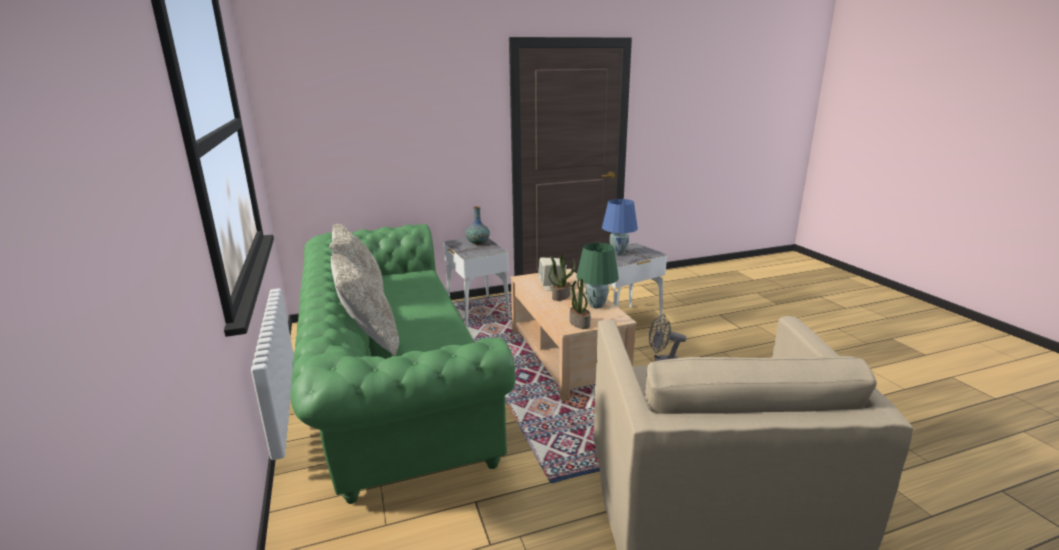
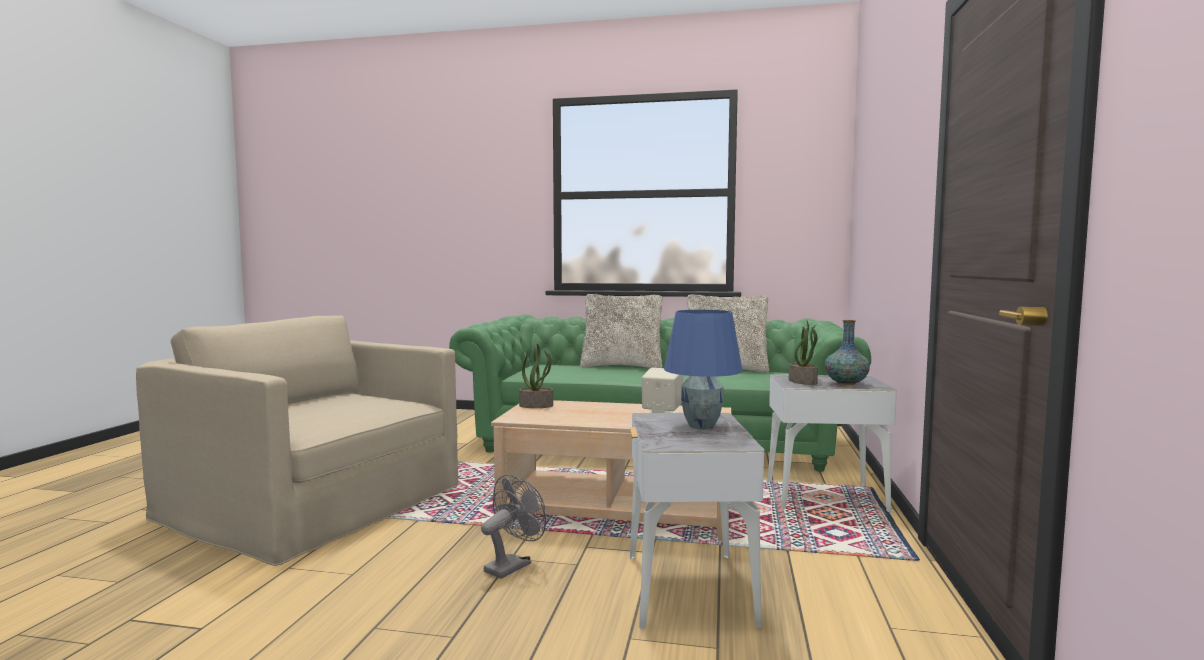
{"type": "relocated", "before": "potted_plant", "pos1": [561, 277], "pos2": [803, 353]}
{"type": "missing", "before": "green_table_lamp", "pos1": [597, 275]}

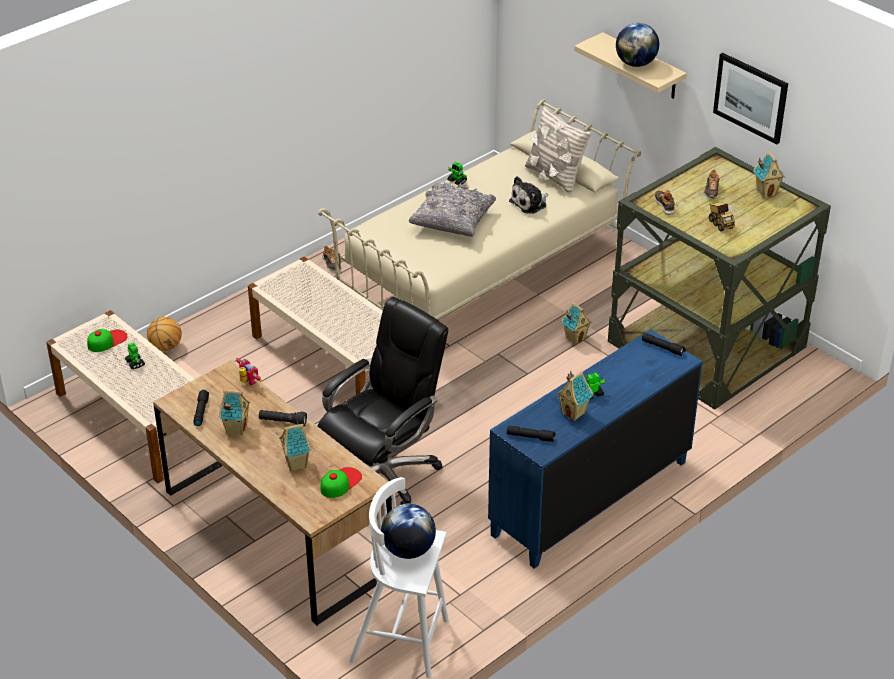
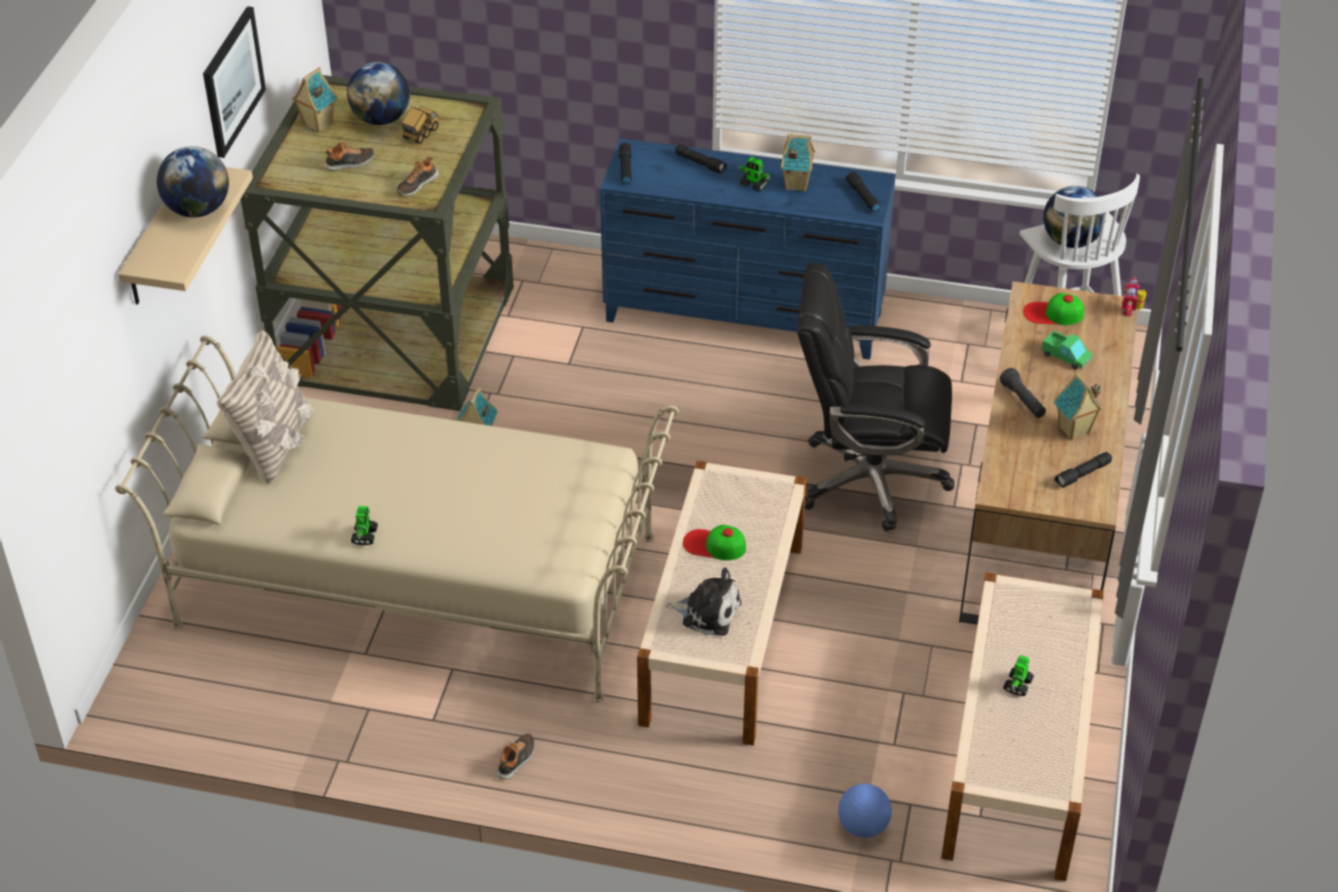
{"type": "appeared", "after": "globe", "pos2": [378, 93]}
{"type": "relocated", "before": "plush_toy", "pos1": [528, 195], "pos2": [703, 601]}
{"type": "appeared", "after": "black_flashlight", "pos2": [701, 159]}
{"type": "relocated", "before": "cap", "pos1": [107, 340], "pos2": [714, 542]}
{"type": "exchanged", "before": "basketball", "after": "football", "pos1": [164, 334], "pos2": [865, 811]}
{"type": "exchanged", "before": "toy_house", "after": "toy_truck", "pos1": [295, 446], "pos2": [1067, 350]}
{"type": "relocated", "before": "toy_robot", "pos1": [248, 371], "pos2": [1134, 297]}
{"type": "missing", "before": "grey_pillow", "pos1": [452, 209]}

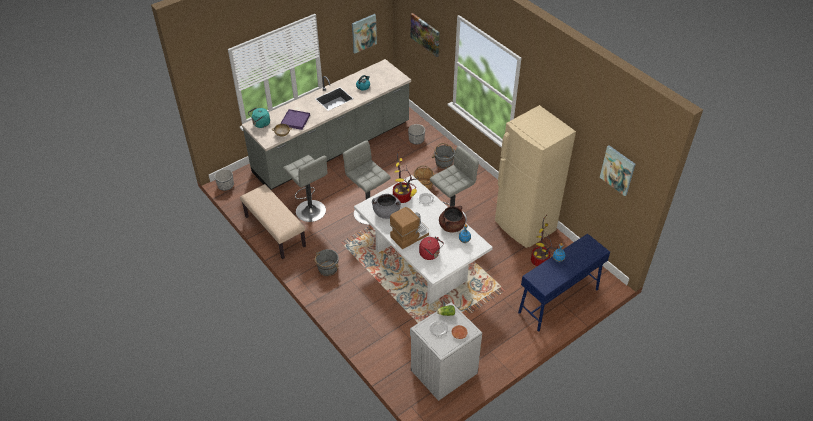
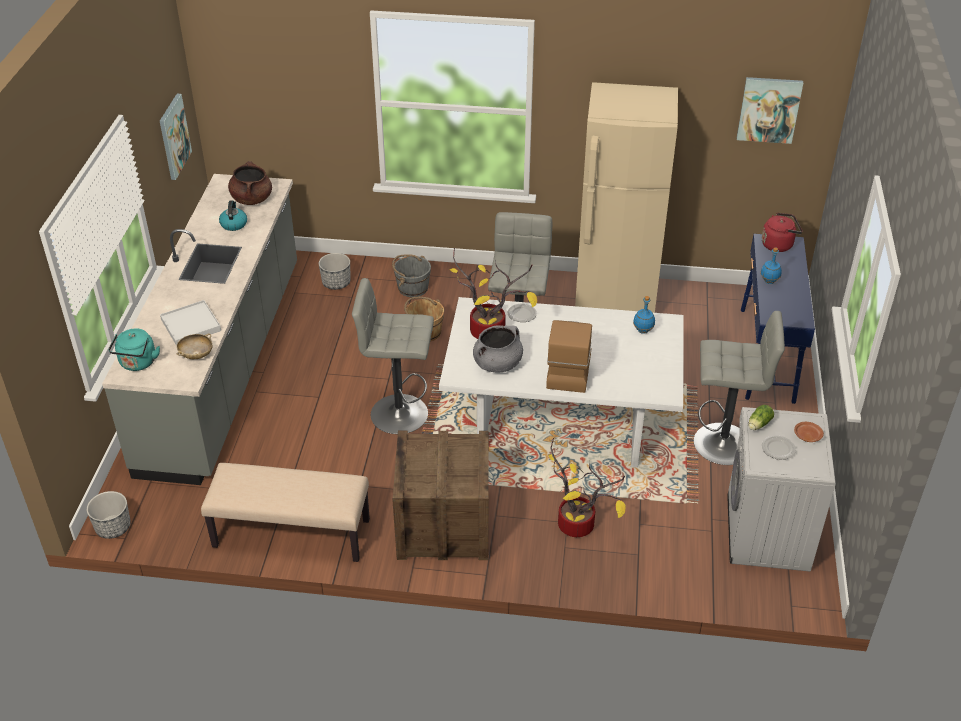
{"type": "colour", "before": "purple_tray", "after": "white_tray", "pos1": [295, 119], "pos2": [190, 323]}
{"type": "relocated", "before": "brown_cooking_pot", "pos1": [452, 219], "pos2": [250, 183]}
{"type": "exchanged", "before": "grey_bucket", "after": "crate", "pos1": [327, 262], "pos2": [441, 495]}
{"type": "relocated", "before": "potted_plant", "pos1": [544, 240], "pos2": [587, 487]}
{"type": "relocated", "before": "grey_stool", "pos1": [305, 188], "pos2": [739, 388]}
{"type": "relocated", "before": "red_kettle", "pos1": [431, 248], "pos2": [782, 232]}
{"type": "missing", "before": "picture", "pos1": [425, 35]}

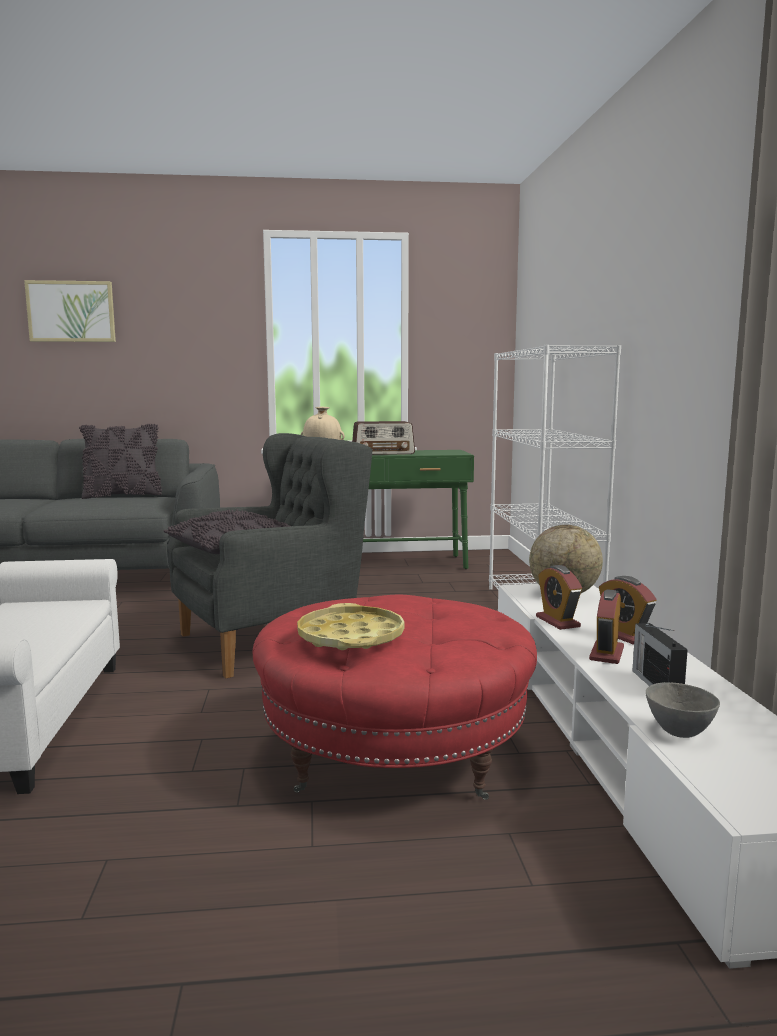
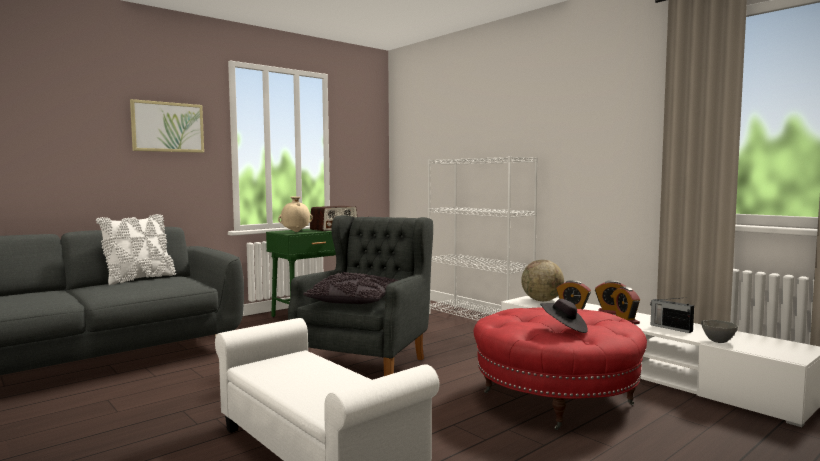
{"type": "colour", "before": "black_pillow", "after": "white_pillow", "pos1": [120, 461], "pos2": [136, 249]}
{"type": "relocated", "before": "picture", "pos1": [70, 311], "pos2": [167, 126]}
{"type": "exchanged", "before": "yellow_tray", "after": "black_hat", "pos1": [350, 626], "pos2": [564, 316]}

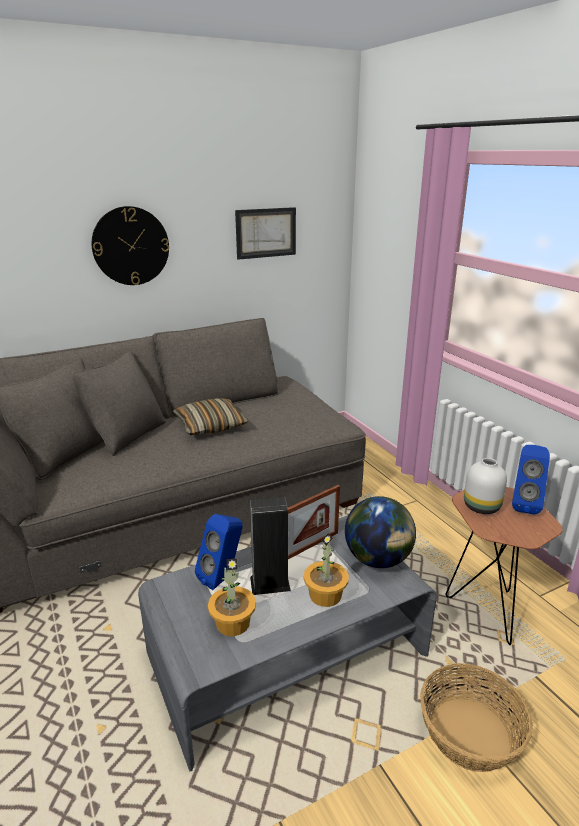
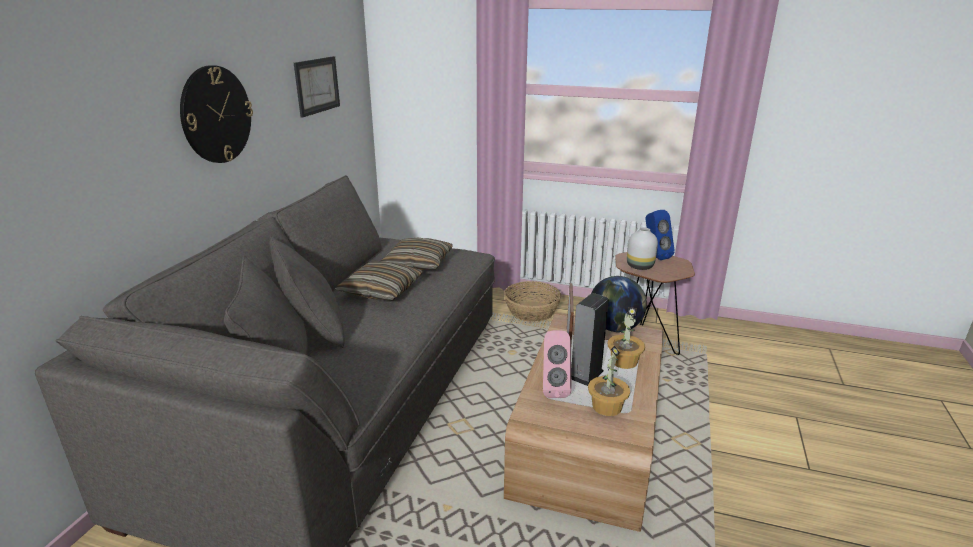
{"type": "appeared", "after": "pillow", "pos2": [416, 254]}
{"type": "relocated", "before": "basket", "pos1": [476, 717], "pos2": [532, 301]}
{"type": "colour", "before": "grey_coffee_table", "after": "brown_coffee_table", "pos1": [287, 643], "pos2": [584, 422]}
{"type": "colour", "before": "blue_speaker", "after": "pink_speaker", "pos1": [219, 552], "pos2": [557, 364]}

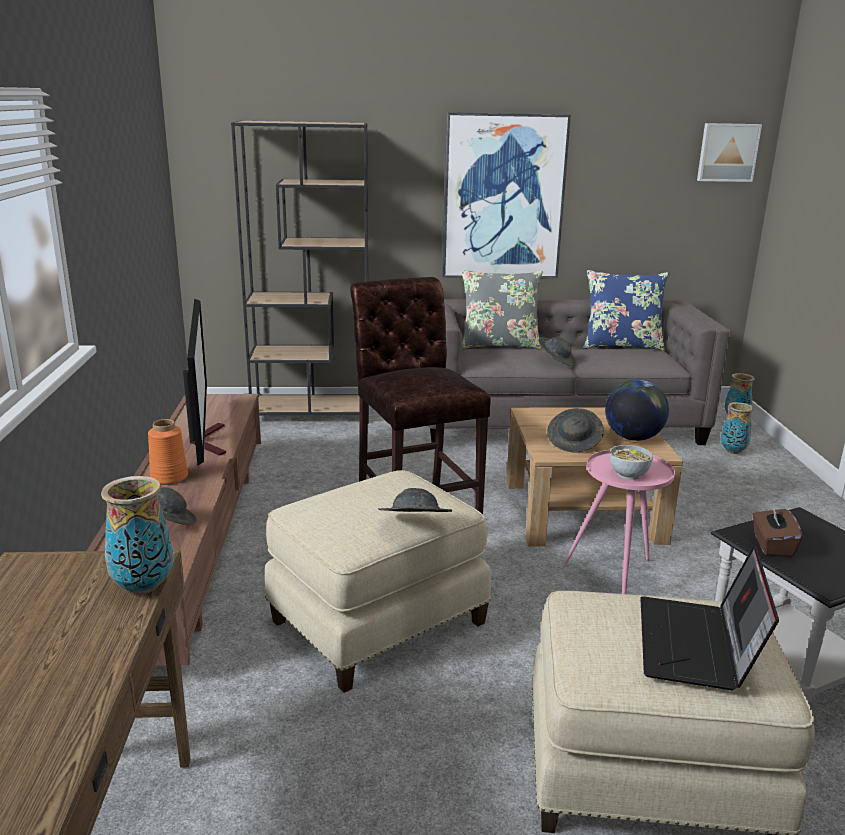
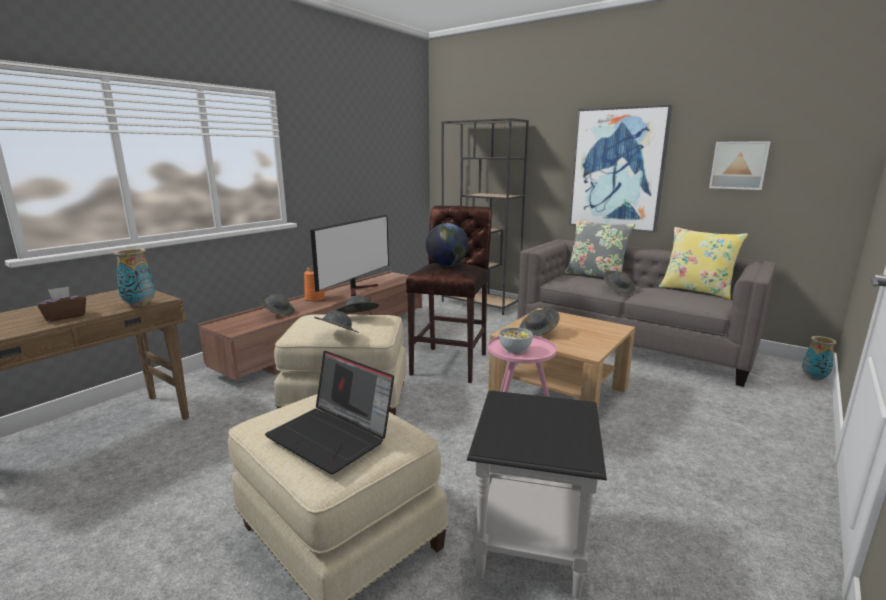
{"type": "relocated", "before": "brown_tissue_box", "pos1": [777, 531], "pos2": [61, 304]}
{"type": "spun", "before": "laptop", "pos1": [709, 617], "pos2": [329, 412], "turn": -105}
{"type": "appeared", "after": "grey_hat", "pos2": [357, 304]}
{"type": "relocated", "before": "globe", "pos1": [637, 410], "pos2": [447, 244]}
{"type": "colour", "before": "blue_pillow", "after": "yellow_pillow", "pos1": [626, 310], "pos2": [703, 263]}
{"type": "relocated", "before": "picture", "pos1": [729, 152], "pos2": [740, 165]}
{"type": "missing", "before": "vase", "pos1": [737, 428]}

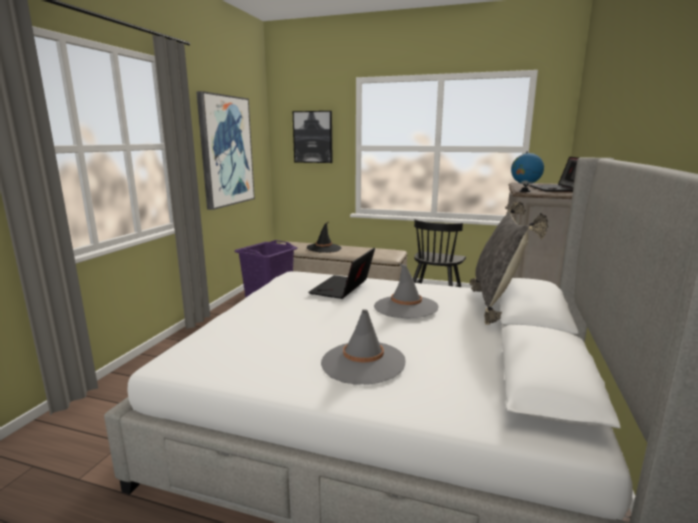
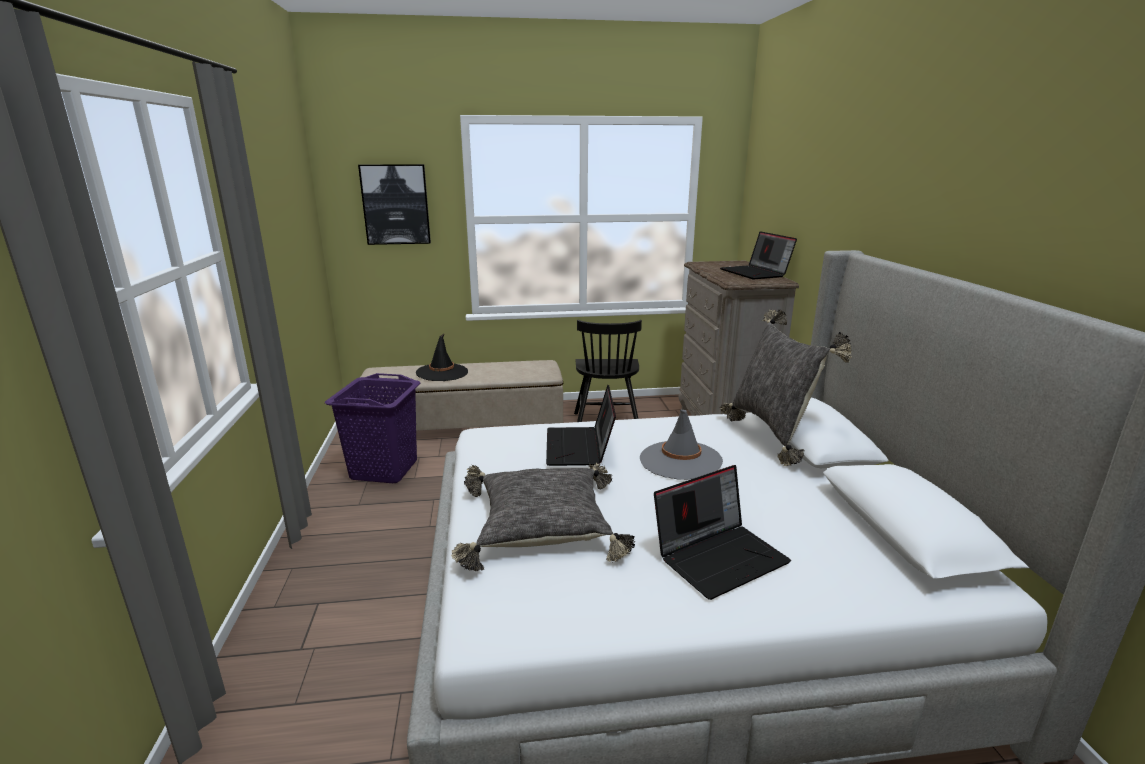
{"type": "appeared", "after": "pillow", "pos2": [543, 517]}
{"type": "exchanged", "before": "grey_hat", "after": "laptop", "pos1": [363, 346], "pos2": [722, 532]}
{"type": "missing", "before": "picture", "pos1": [225, 150]}
{"type": "missing", "before": "globe", "pos1": [527, 171]}

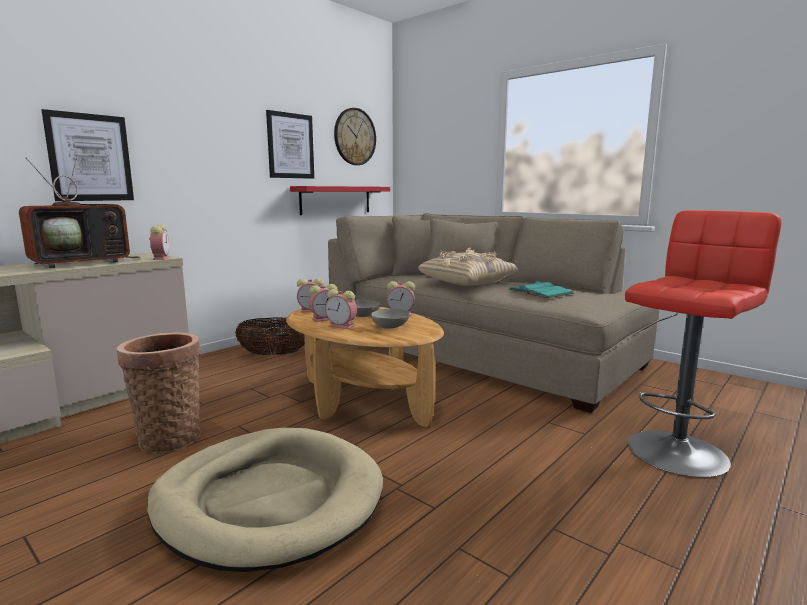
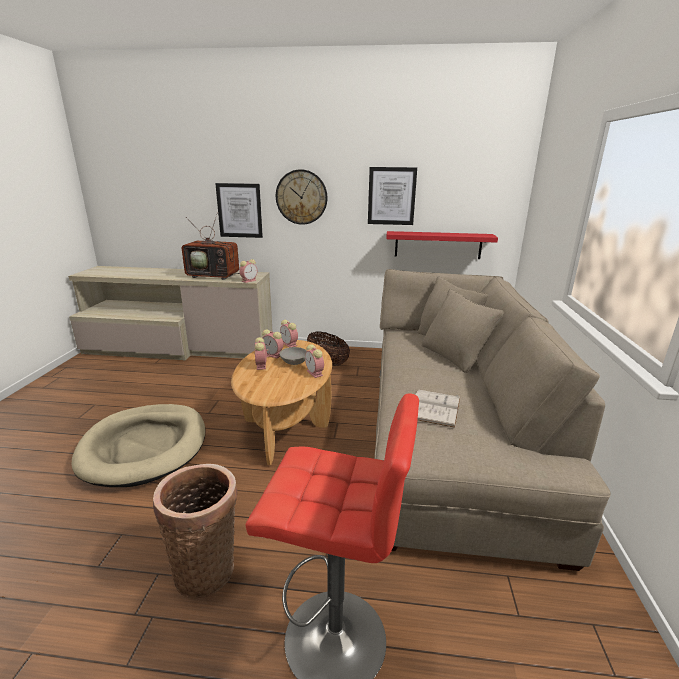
{"type": "relocated", "before": "basket", "pos1": [159, 393], "pos2": [195, 531]}
{"type": "relocated", "before": "wall_clock", "pos1": [355, 136], "pos2": [301, 197]}
{"type": "colour", "before": "turquoise_book", "after": "white_book", "pos1": [541, 289], "pos2": [438, 409]}
{"type": "missing", "before": "grey_bowl", "pos1": [390, 318]}
{"type": "missing", "before": "beige_pillow", "pos1": [467, 267]}

